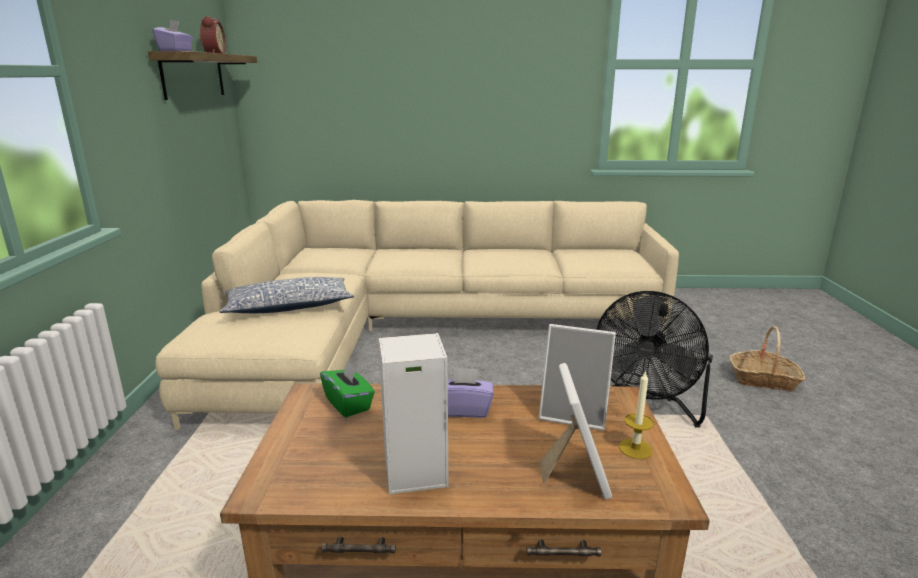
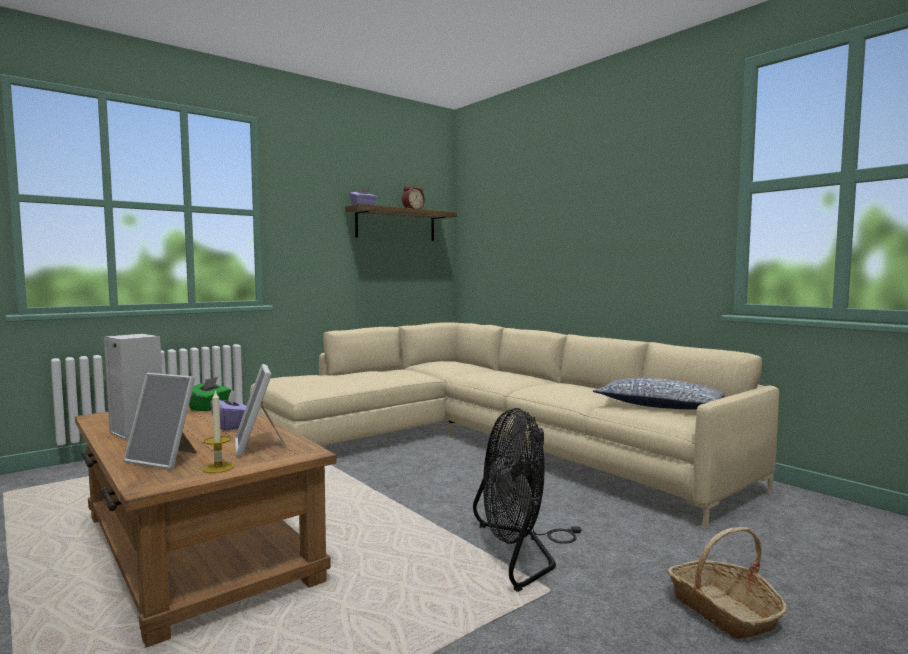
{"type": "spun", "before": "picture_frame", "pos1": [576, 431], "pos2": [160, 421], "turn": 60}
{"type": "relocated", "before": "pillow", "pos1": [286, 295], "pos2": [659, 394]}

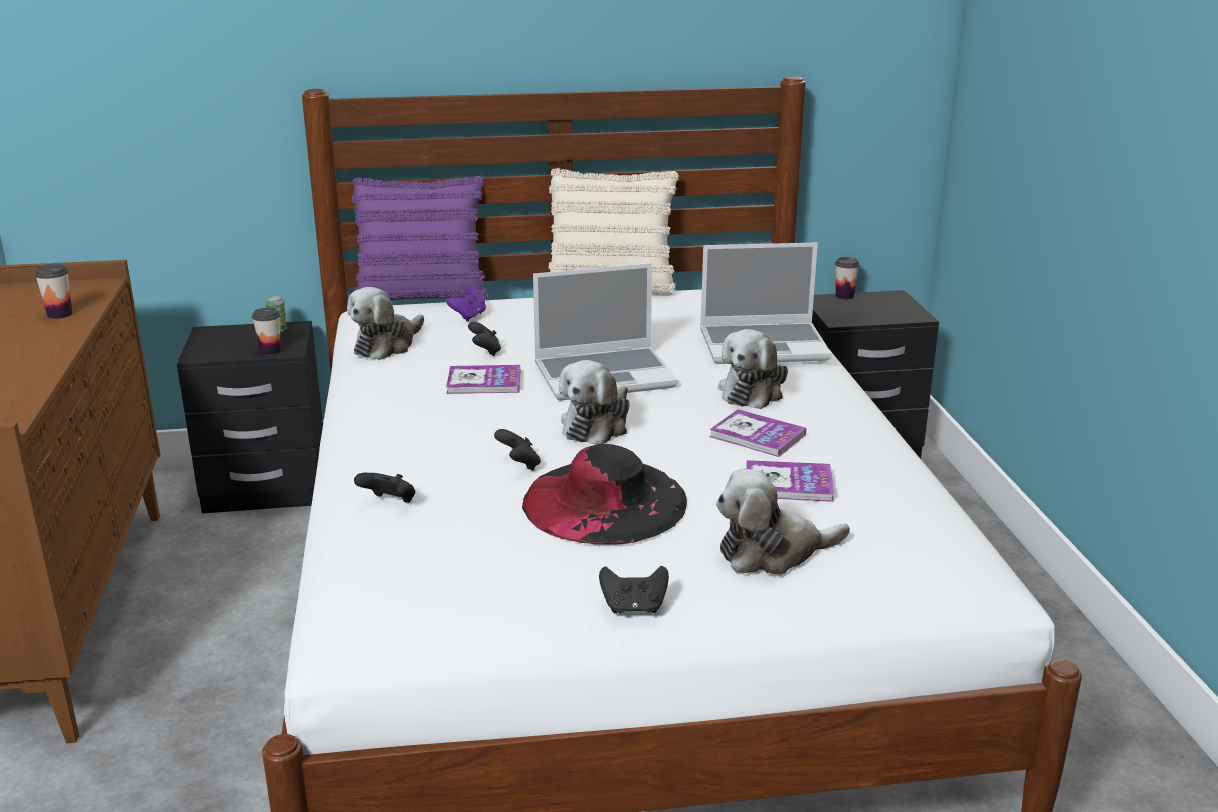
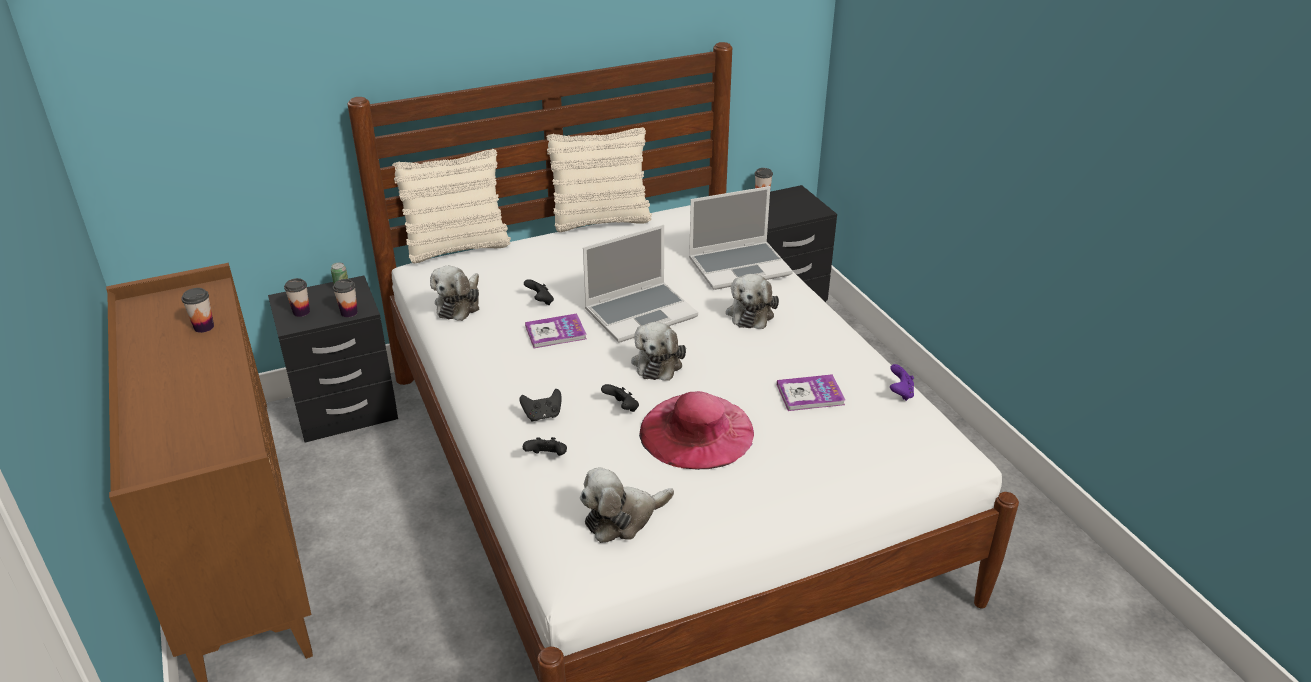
{"type": "appeared", "after": "cup", "pos2": [297, 297]}
{"type": "colour", "before": "purple_pillow", "after": "beige_pillow", "pos1": [420, 238], "pos2": [451, 206]}
{"type": "relocated", "before": "black_game_controller", "pos1": [634, 590], "pos2": [540, 405]}
{"type": "relocated", "before": "plush_toy", "pos1": [783, 521], "pos2": [627, 505]}
{"type": "colour", "before": "black_hat", "after": "pink_hat", "pos1": [604, 494], "pos2": [696, 430]}
{"type": "relocated", "before": "purple_game_controller", "pos1": [466, 304], "pos2": [902, 382]}
{"type": "missing", "before": "book", "pos1": [757, 433]}

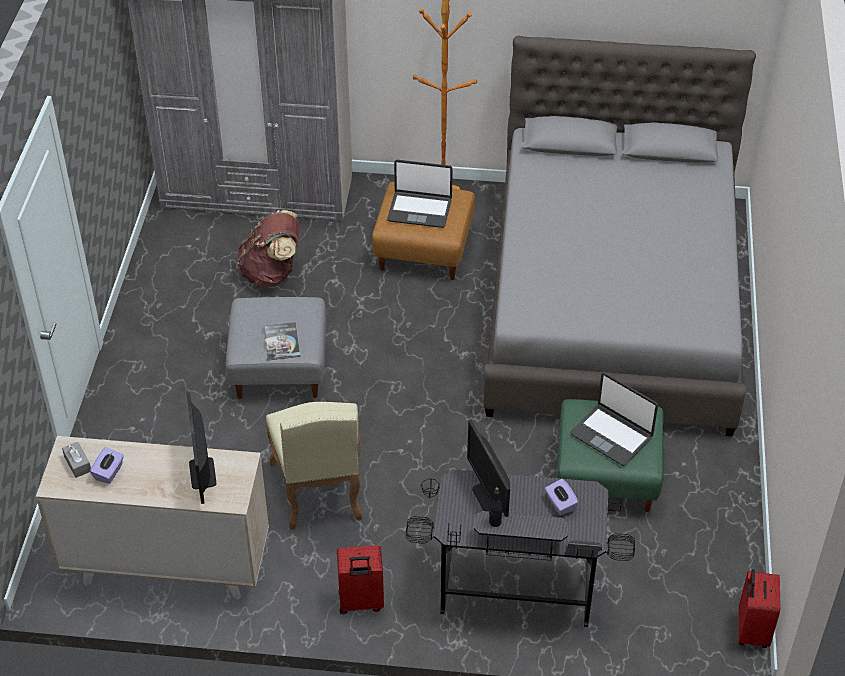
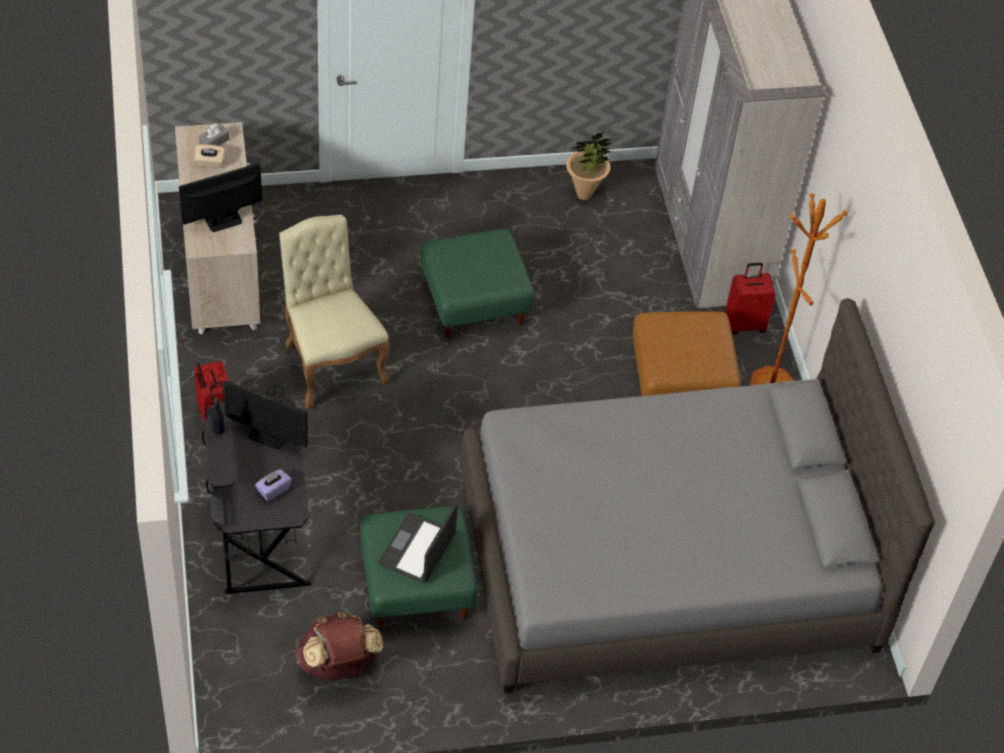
{"type": "colour", "before": "purple_tissue_box", "after": "beige_tissue_box", "pos1": [107, 465], "pos2": [209, 156]}
{"type": "spun", "before": "monitor", "pos1": [488, 468], "pos2": [265, 414], "turn": -120}
{"type": "spun", "before": "beige_chair", "pos1": [314, 466], "pos2": [334, 312], "turn": 90}
{"type": "relocated", "before": "brown_backpack", "pos1": [268, 248], "pos2": [339, 646]}
{"type": "colour", "before": "grey_ottoman", "after": "green_ottoman", "pos1": [276, 348], "pos2": [477, 283]}
{"type": "appeared", "after": "potted_plant", "pos2": [588, 166]}
{"type": "relocated", "before": "red_suitcase", "pos1": [759, 608], "pos2": [750, 298]}
{"type": "missing", "before": "book", "pos1": [281, 341]}
{"type": "missing", "before": "laptop", "pos1": [420, 194]}

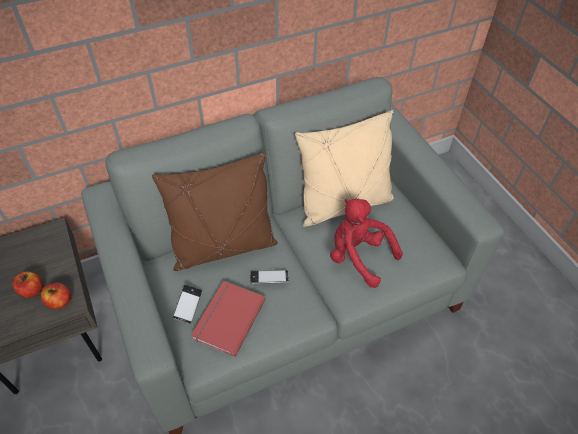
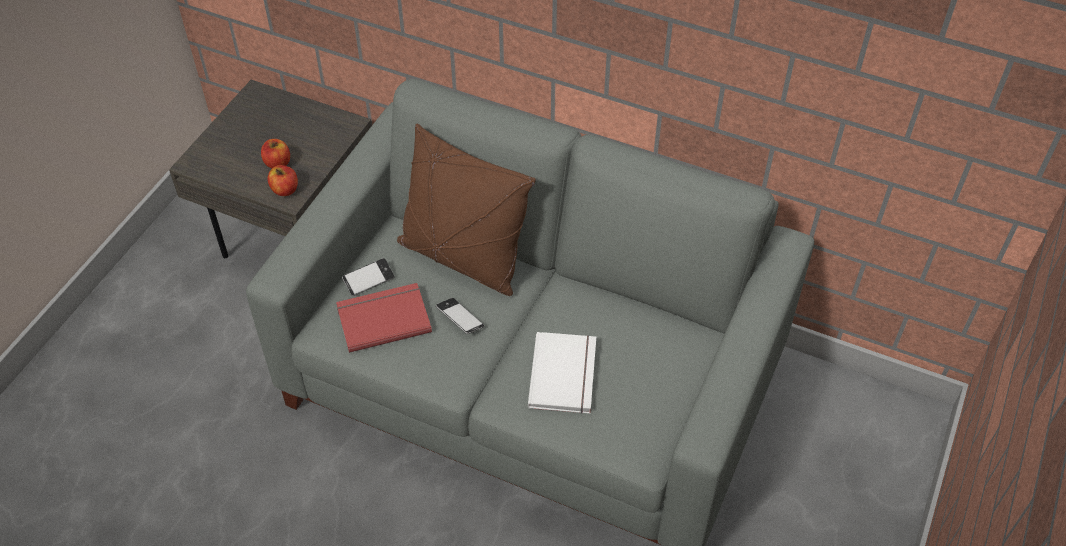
{"type": "exchanged", "before": "red_plush_toy", "after": "white_book", "pos1": [366, 243], "pos2": [562, 373]}
{"type": "missing", "before": "beige_pillow", "pos1": [344, 168]}

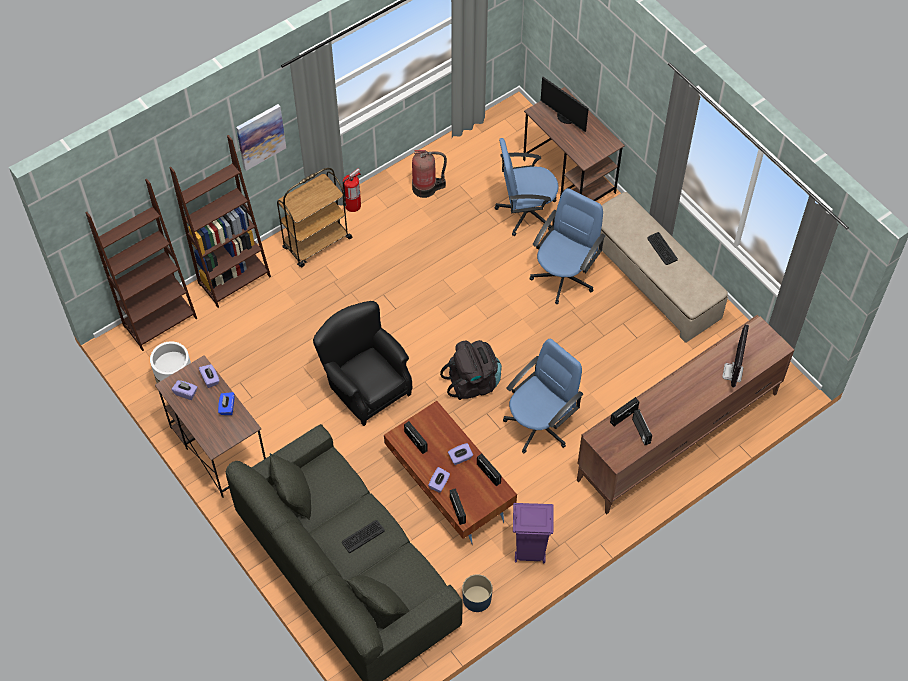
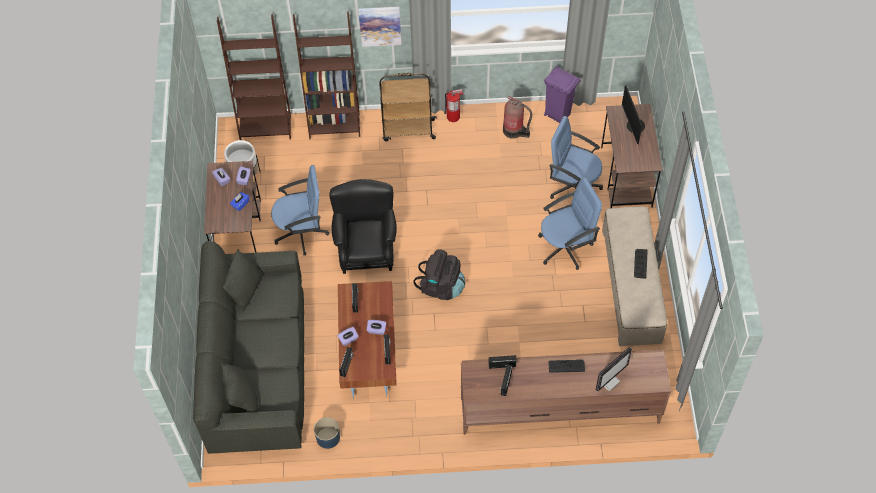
{"type": "relocated", "before": "blue_office_chair", "pos1": [543, 396], "pos2": [300, 210]}
{"type": "relocated", "before": "purple_trash_can", "pos1": [533, 533], "pos2": [562, 95]}
{"type": "relocated", "before": "keyboard", "pos1": [363, 536], "pos2": [566, 366]}

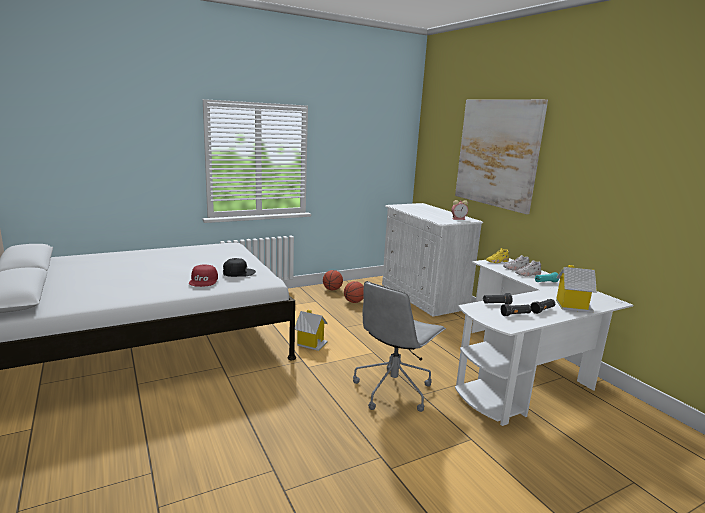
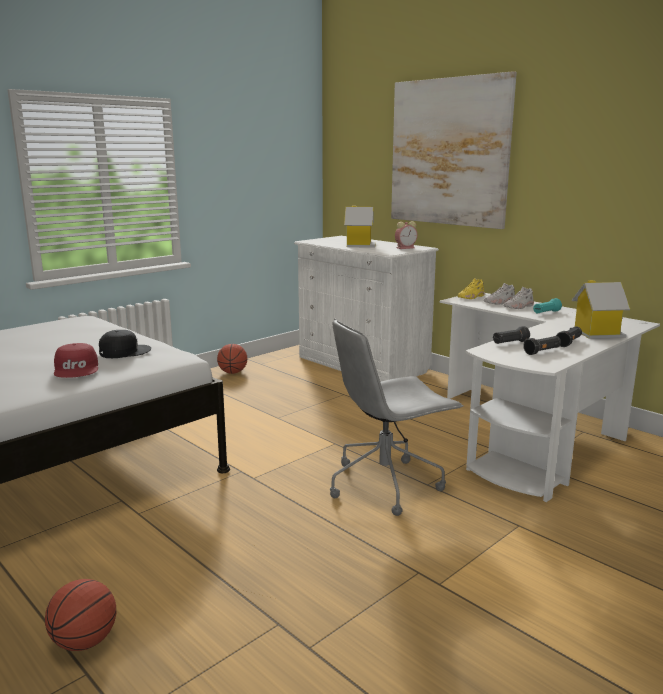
{"type": "relocated", "before": "basketball", "pos1": [354, 292], "pos2": [80, 615]}
{"type": "spun", "before": "grey_office_chair", "pos1": [399, 346], "pos2": [396, 417], "turn": 45}
{"type": "relocated", "before": "toy_house", "pos1": [311, 330], "pos2": [360, 227]}

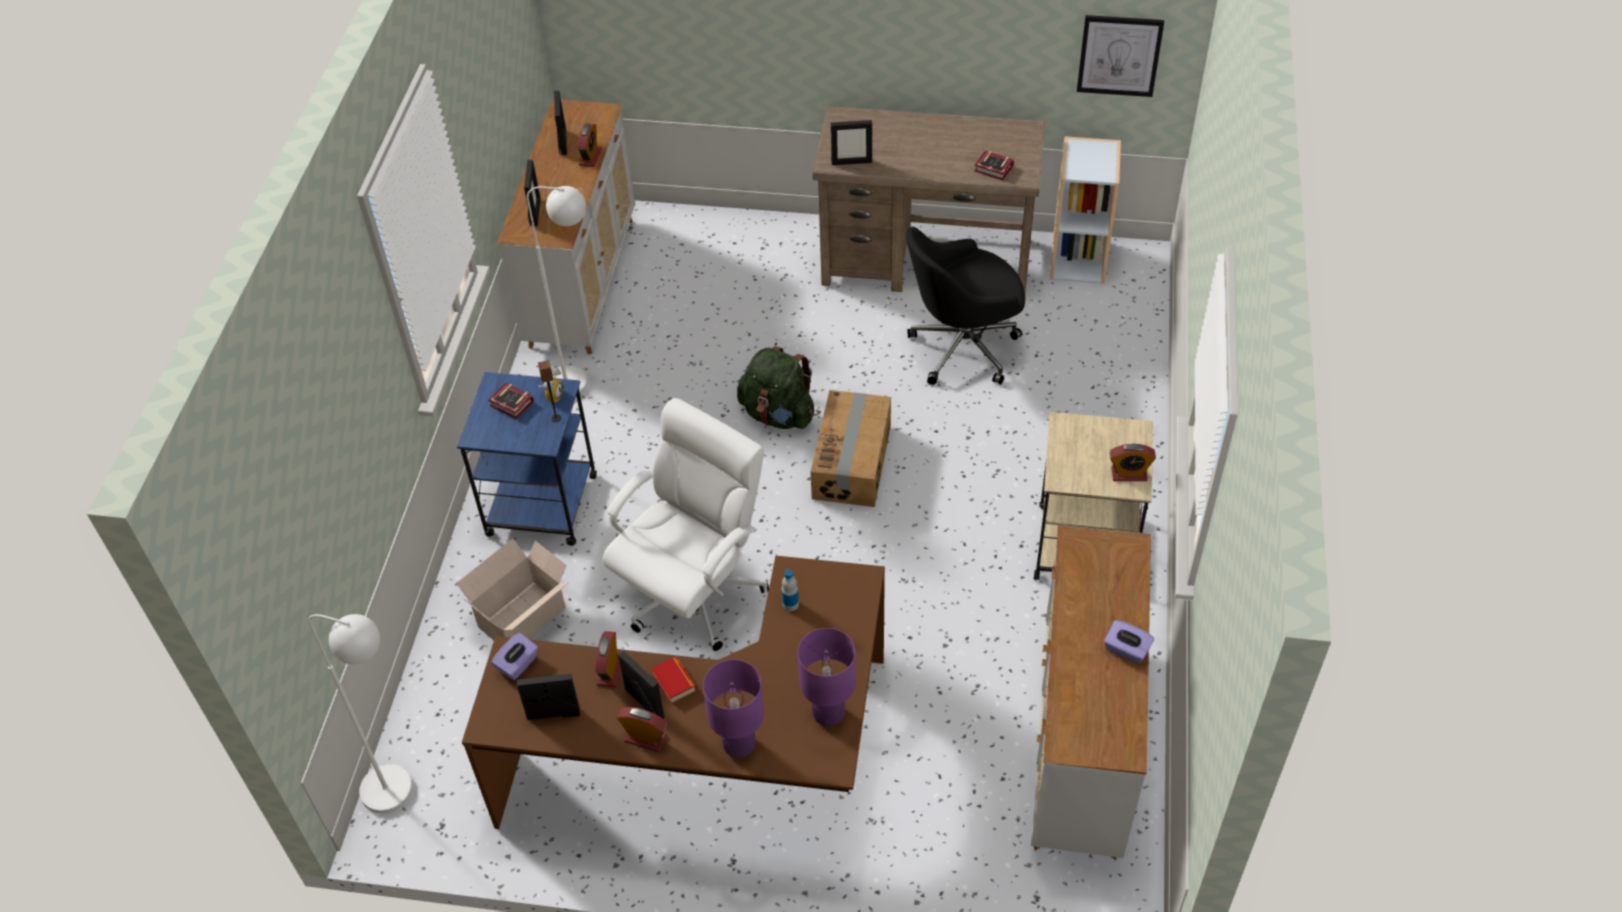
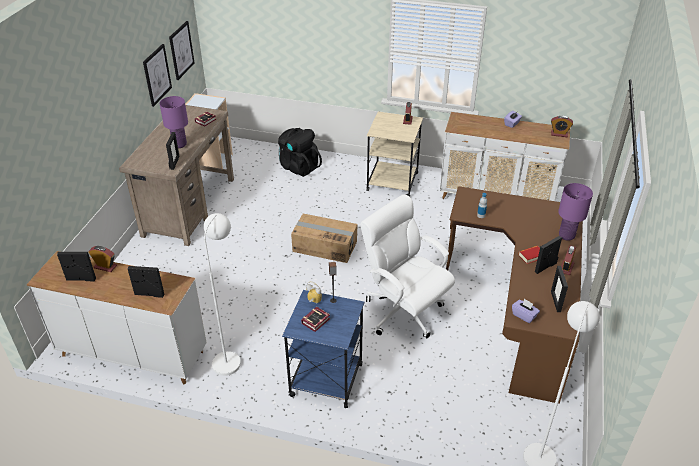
{"type": "appeared", "after": "picture", "pos2": [157, 75]}
{"type": "relocated", "before": "purple_table_lamp", "pos1": [827, 677], "pos2": [173, 122]}
{"type": "appeared", "after": "black_backpack", "pos2": [300, 152]}
{"type": "relocated", "before": "alarm_clock", "pos1": [608, 659], "pos2": [562, 126]}
{"type": "missing", "before": "cardboard_box", "pos1": [512, 589]}
{"type": "missing", "before": "green_backpack", "pos1": [775, 387]}
{"type": "missing", "before": "black_office_chair", "pos1": [965, 306]}

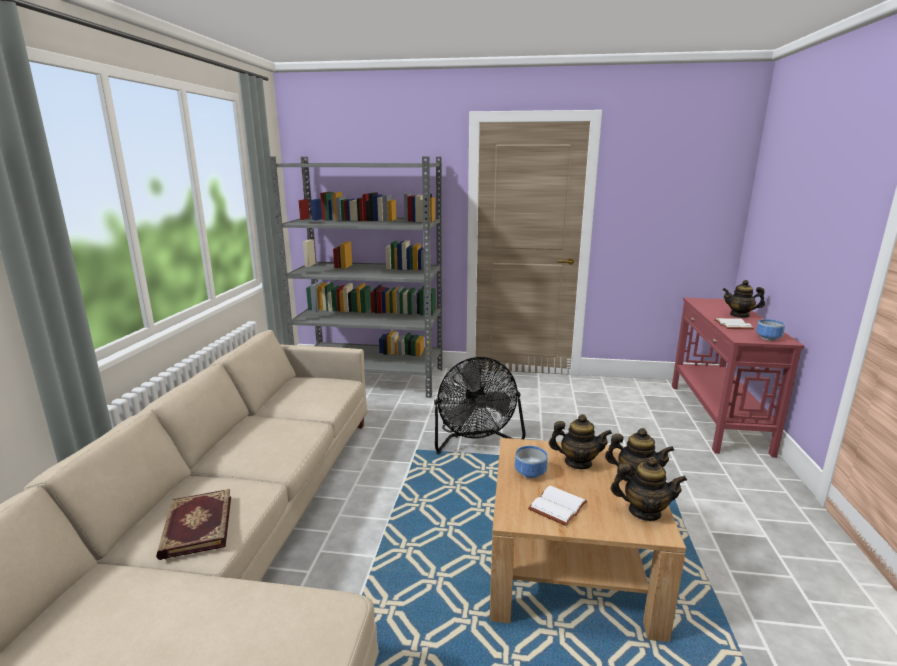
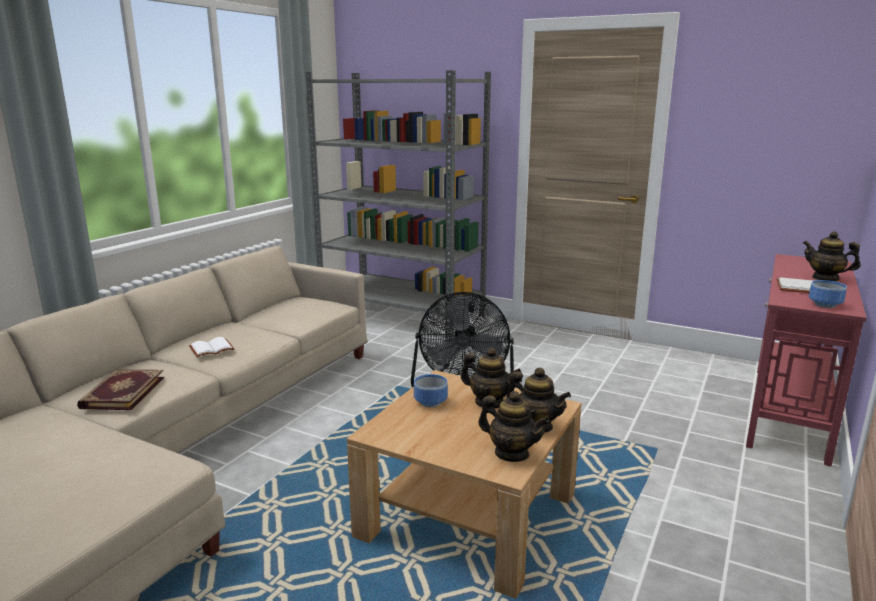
{"type": "relocated", "before": "white_book", "pos1": [557, 506], "pos2": [211, 347]}

